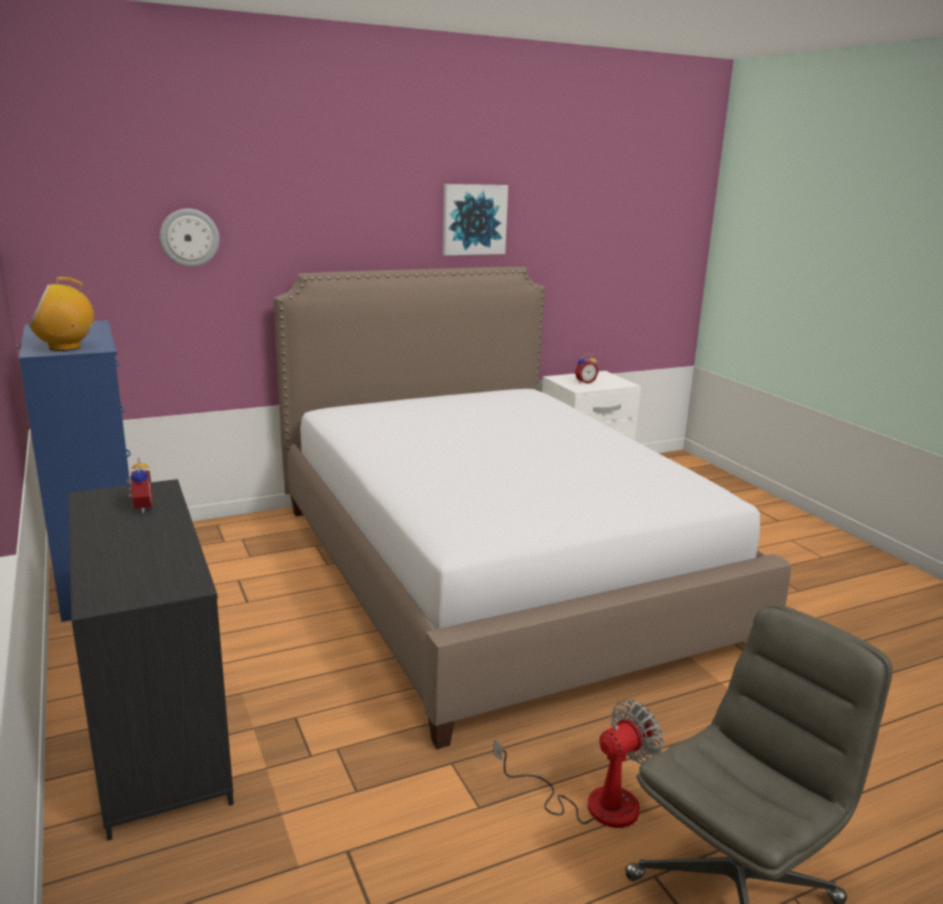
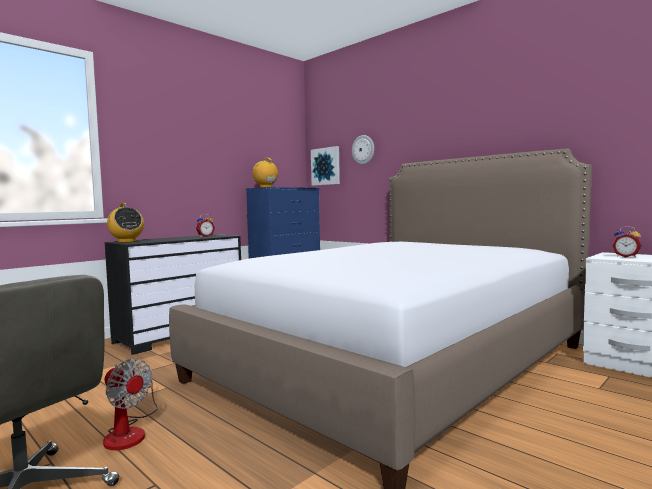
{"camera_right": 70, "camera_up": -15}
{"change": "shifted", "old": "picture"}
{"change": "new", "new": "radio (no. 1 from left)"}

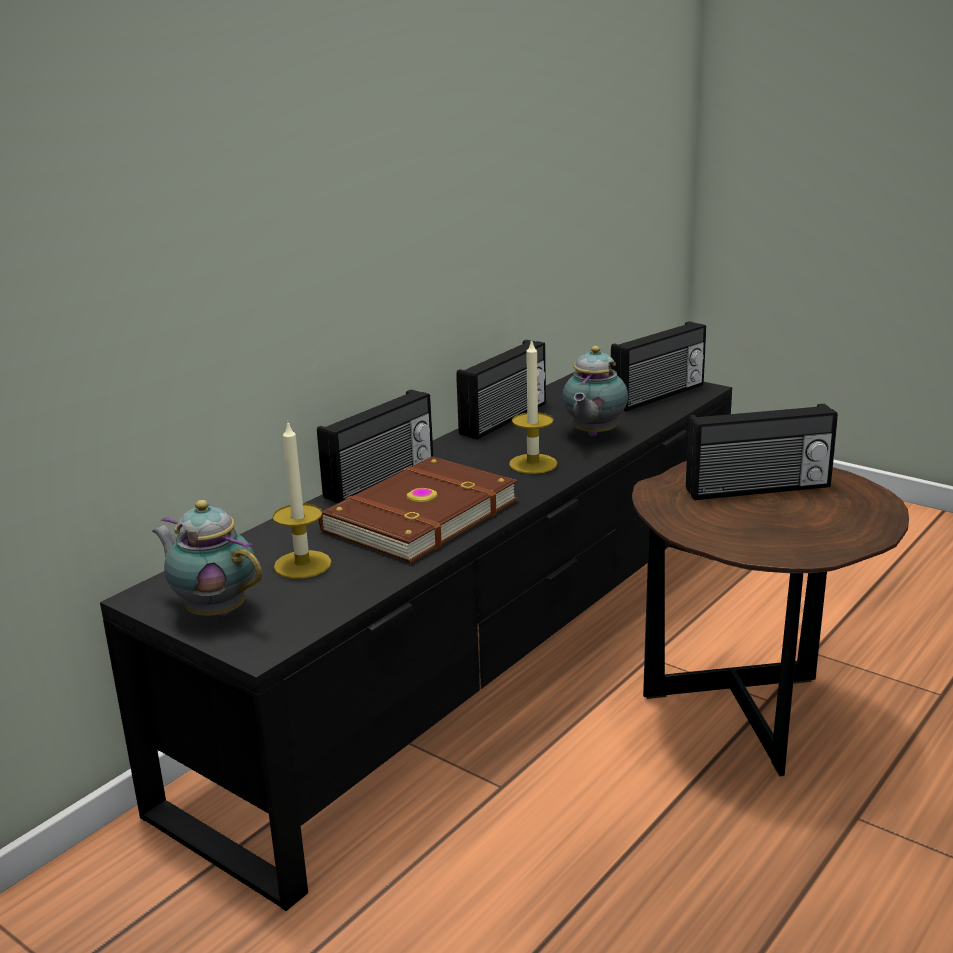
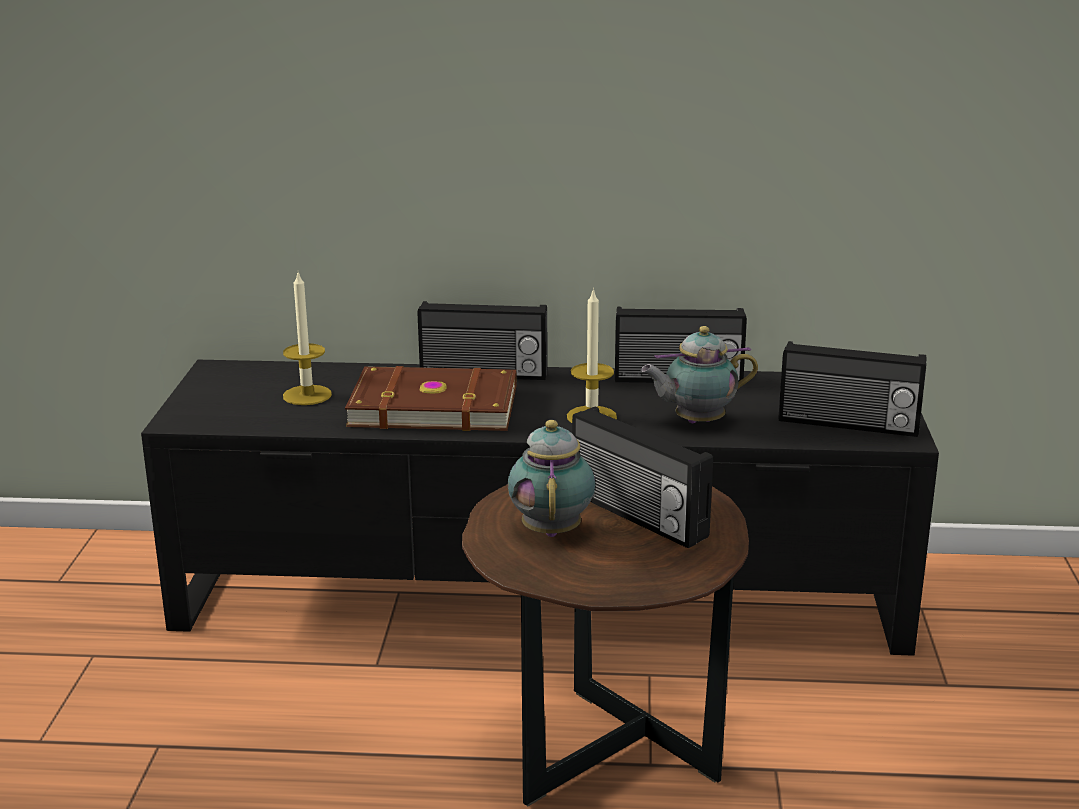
{"camera_right": 55, "camera_up": 0}
{"change": "shifted", "old": "teapot (no. 1 from left)"}

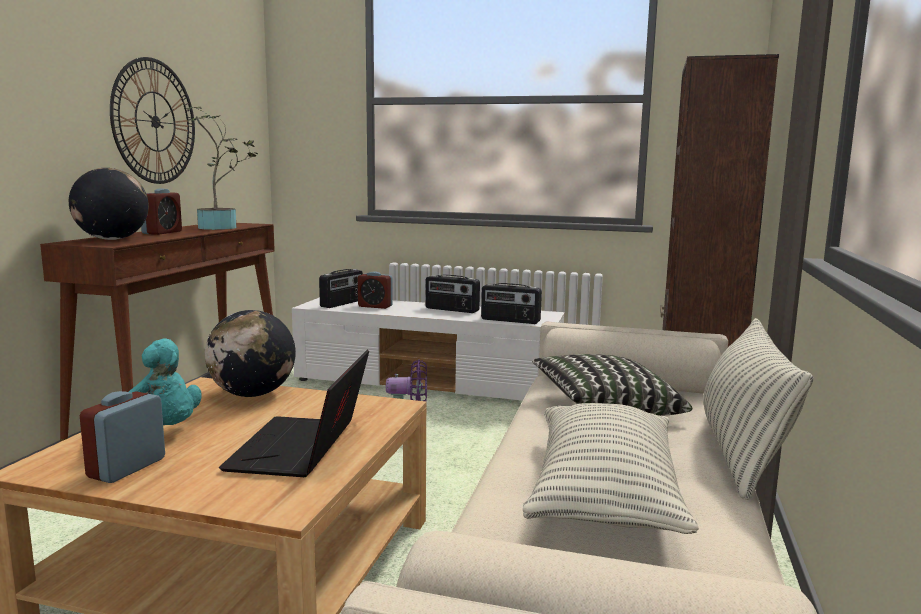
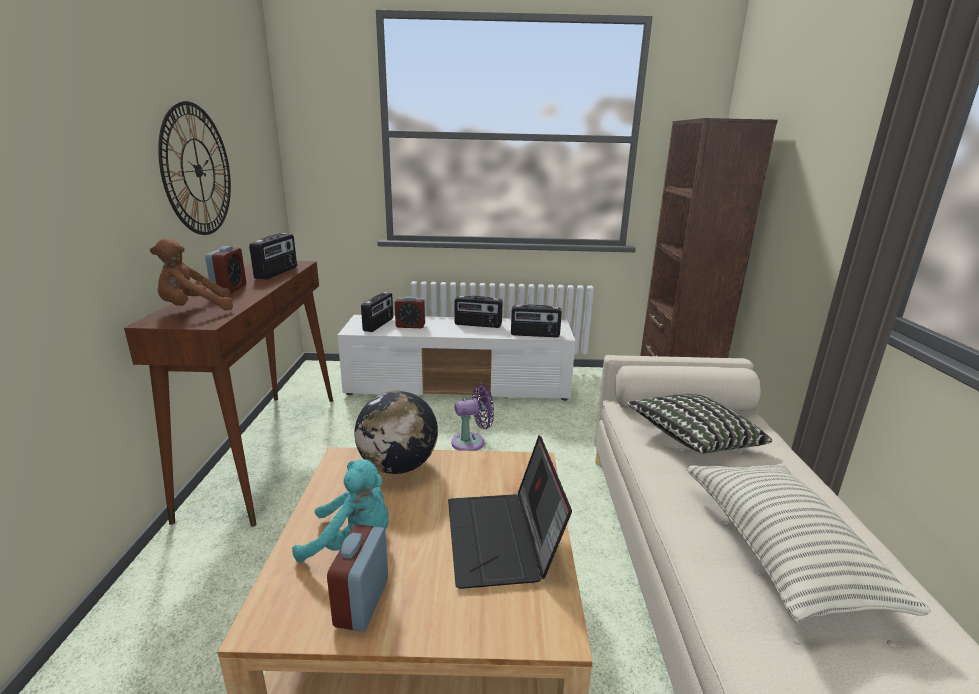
{"camera_right": -15, "camera_up": 10}
{"change": "swapped", "old": "globe (no. 1 from left)", "new": "plush toy in brown"}
{"change": "swapped", "old": "potted plant", "new": "radio (no. 1 from left)"}
{"change": "gone", "old": "pillow (no. 3 from left)"}

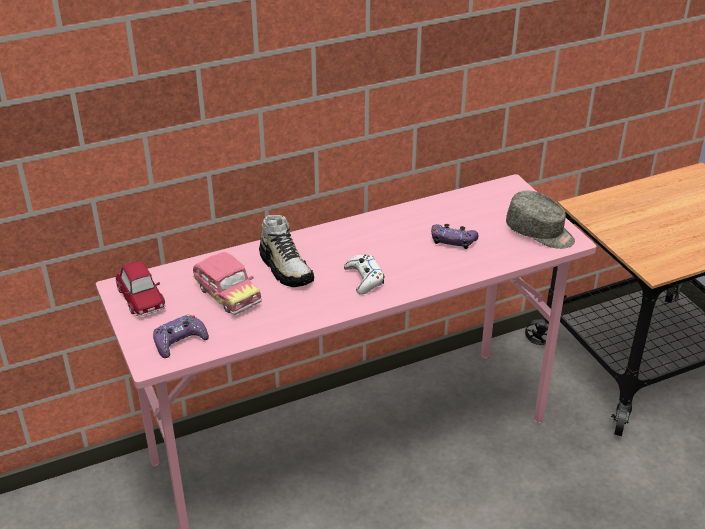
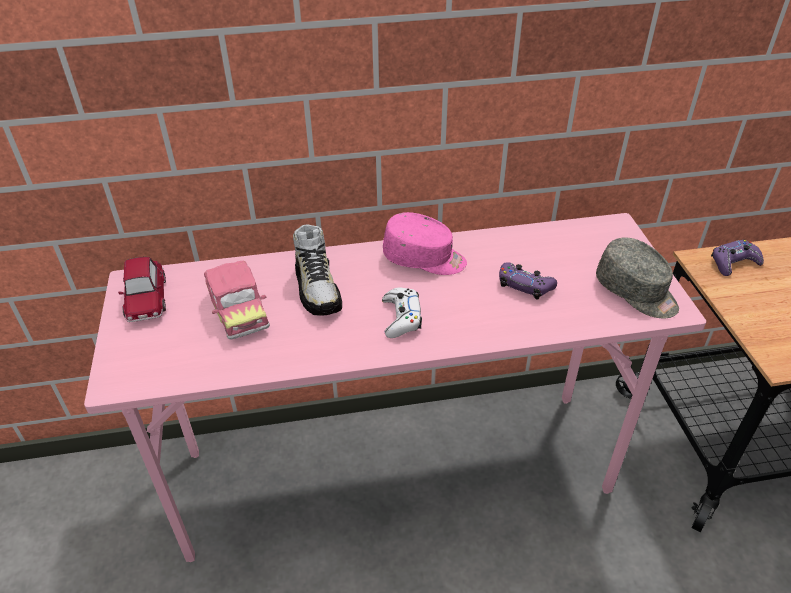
{"camera_right": 15, "camera_up": 5}
{"change": "shifted", "old": "game controller in purple (no. 1 from left in the first image)", "new": "game controller in purple (no. 2 from left)"}
{"change": "new", "new": "cap in pink"}

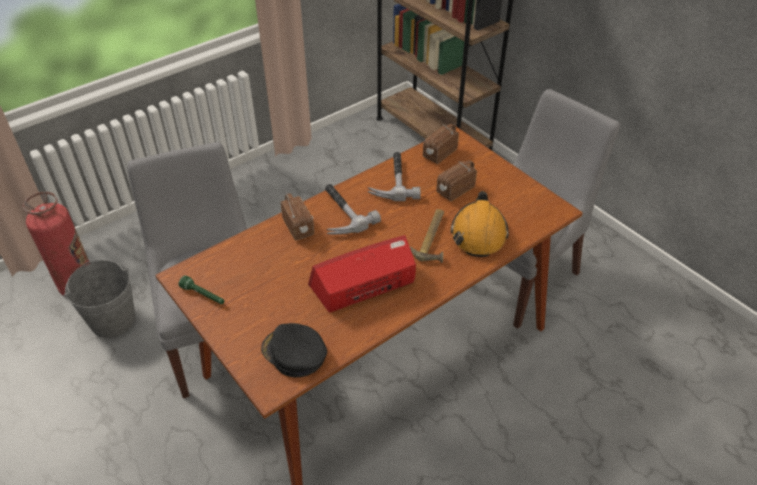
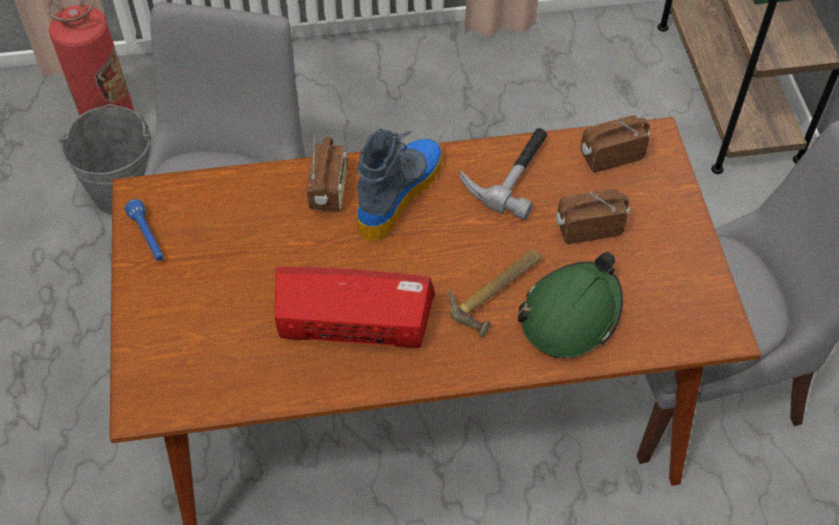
{"camera_right": 30, "camera_up": 10}
{"change": "repainted", "old": "flashlight in green", "new": "flashlight in blue"}
{"change": "gone", "old": "cap in black"}
{"change": "swapped", "old": "hammer (no. 1 from left)", "new": "boot"}
{"change": "repainted", "old": "hard hat in orange", "new": "hard hat in green"}

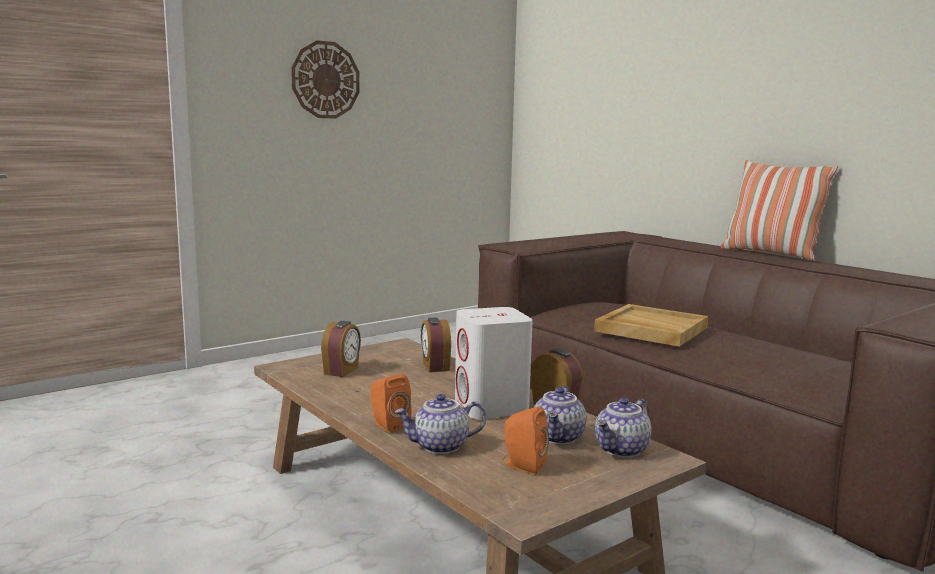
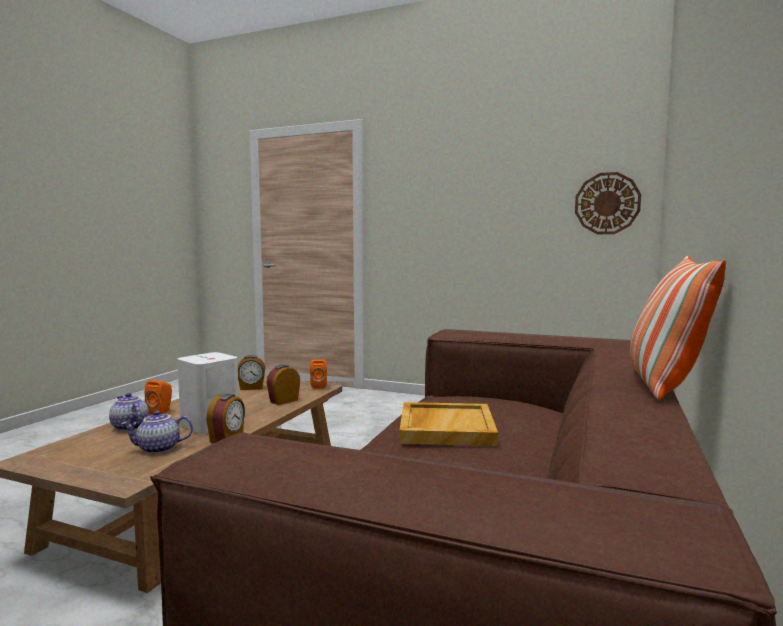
{"camera_right": 60, "camera_up": -5}
{"change": "shifted", "old": "wall clock"}
{"change": "shifted", "old": "speaker in orange (no. 2 from left)"}
{"change": "gone", "old": "teapot (no. 3 from left)"}

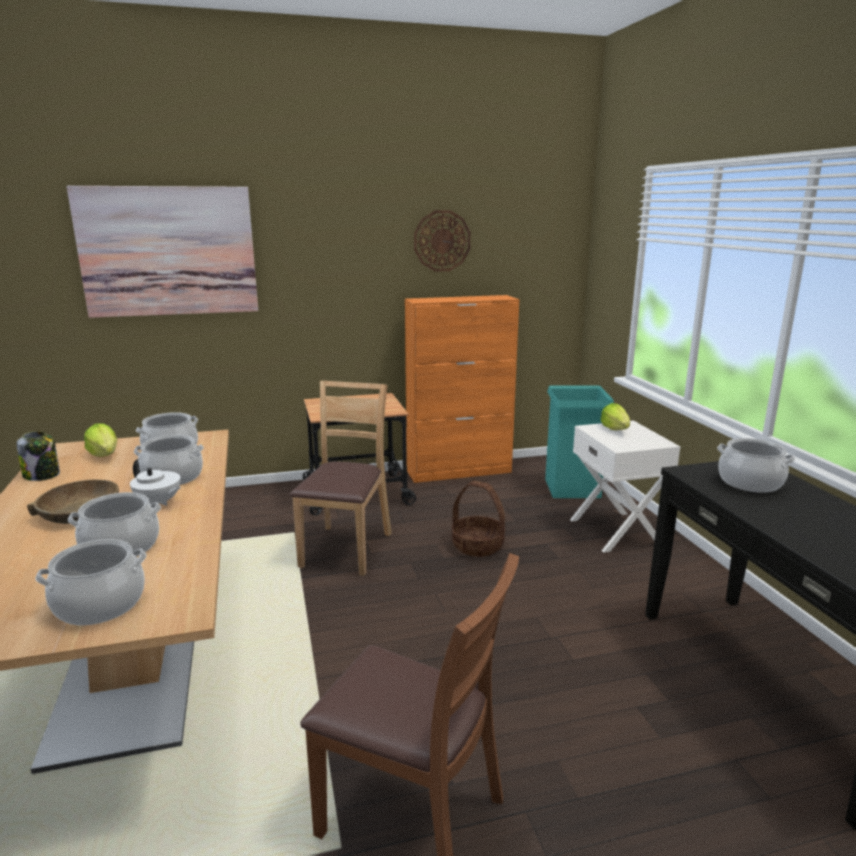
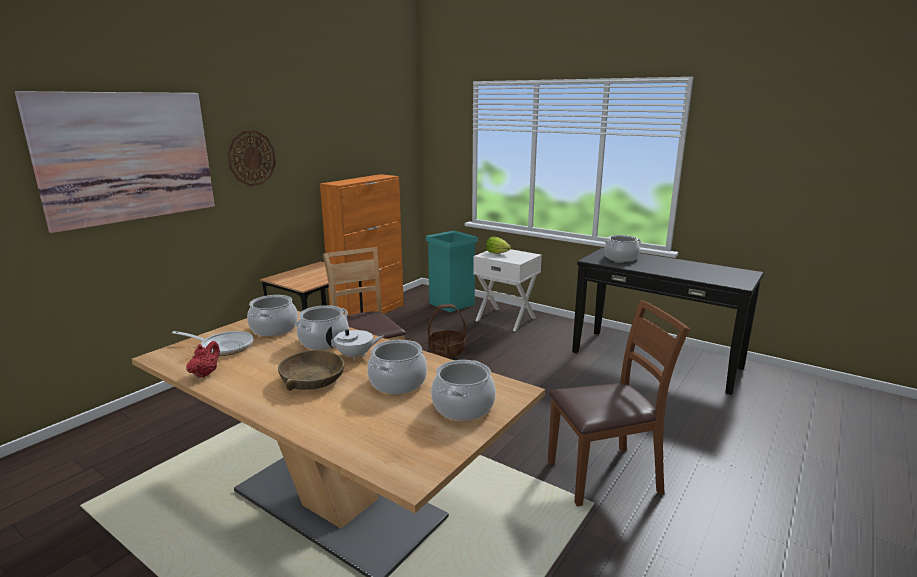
{"camera_right": -40, "camera_up": 0}
{"change": "swapped", "old": "jar", "new": "teapot in red"}
{"change": "swapped", "old": "lettuce (no. 1 from left)", "new": "frying pan"}
{"change": "shifted", "old": "wall clock"}

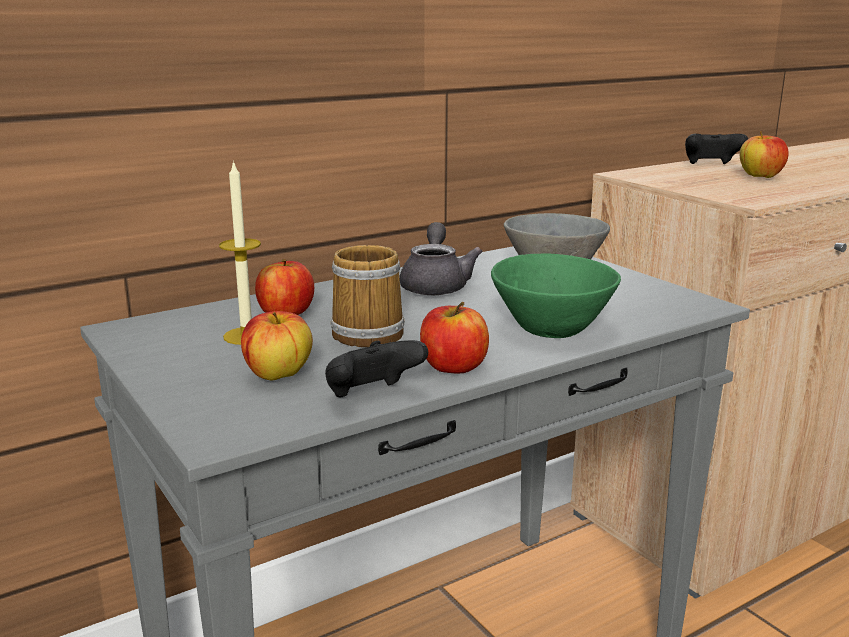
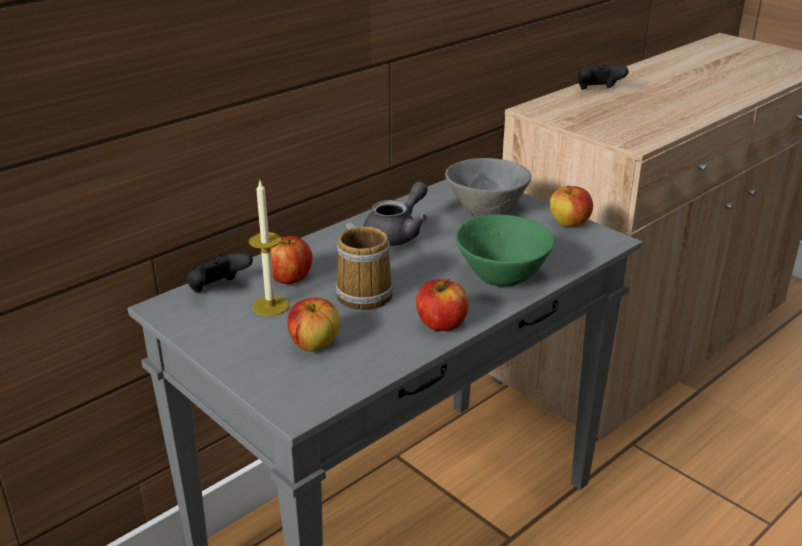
{"camera_right": -10, "camera_up": 10}
{"change": "shifted", "old": "game controller in black (no. 1 from left)"}
{"change": "rotated", "old": "teapot in grey", "degrees": 45}
{"change": "shifted", "old": "apple (no. 4 from left)"}

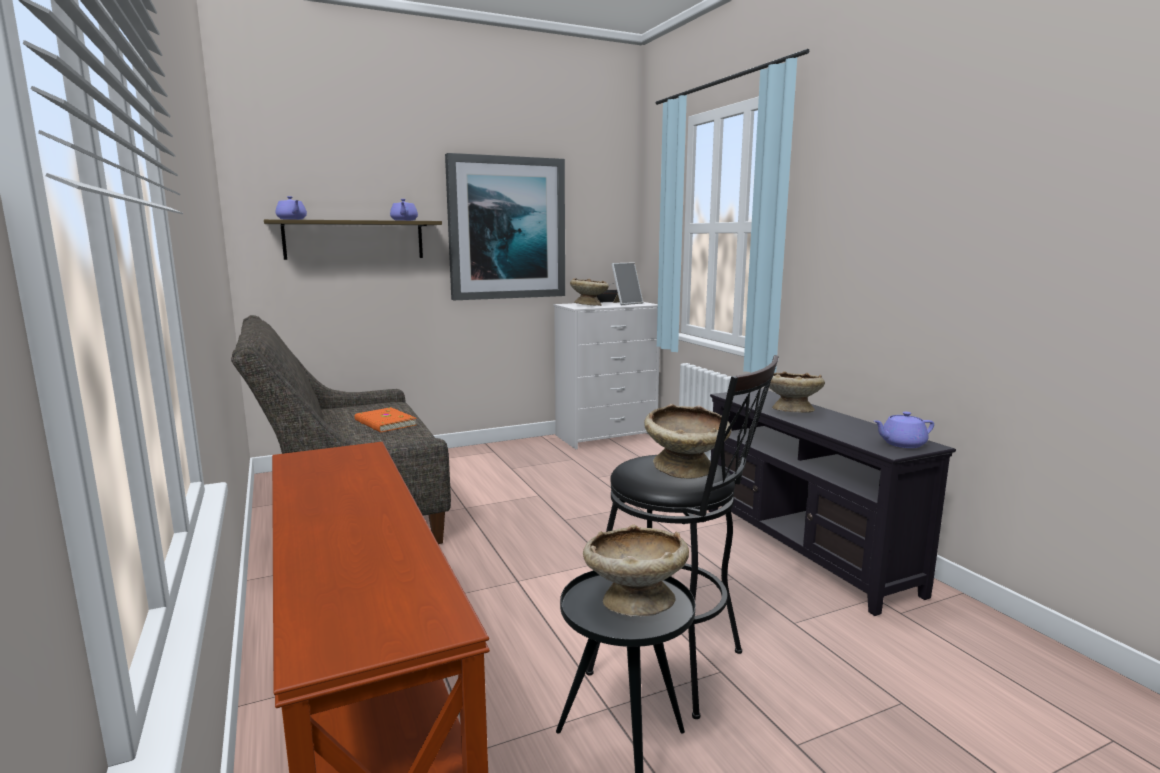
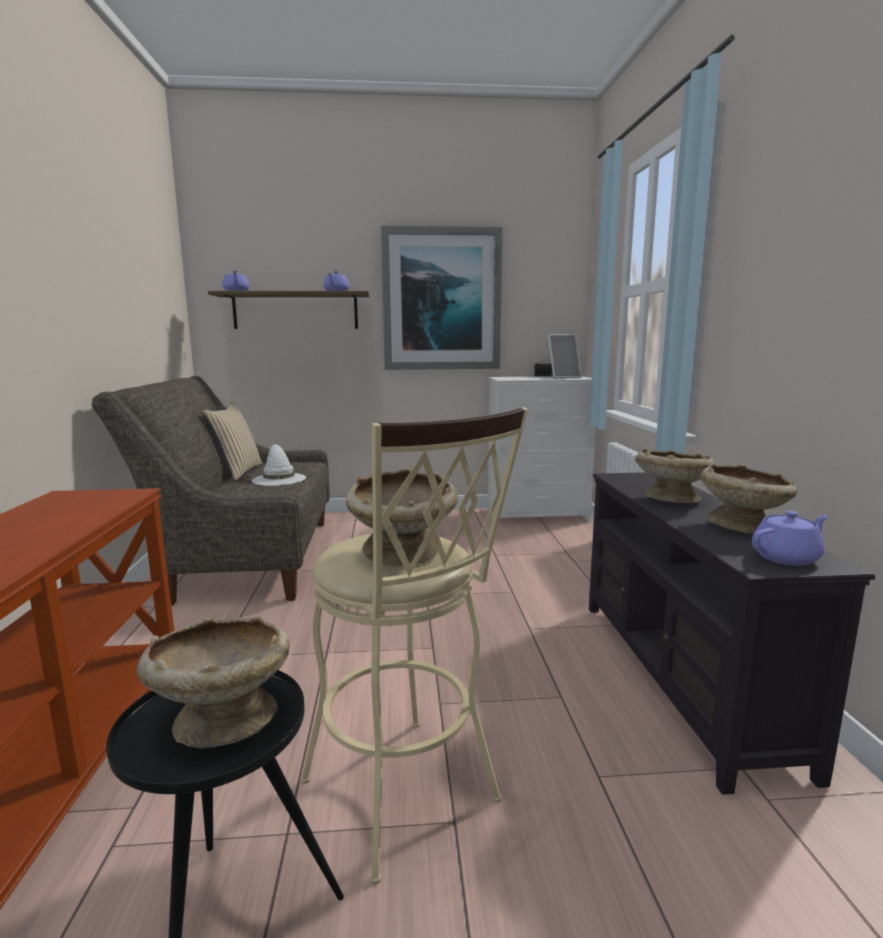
{"camera_right": 20, "camera_up": 0}
{"change": "swapped", "old": "book in orange", "new": "hat in white"}
{"change": "shifted", "old": "bowl in beige (no. 1 from left in the first image)", "new": "bowl in beige (no. 4 from left)"}
{"change": "repainted", "old": "stool in black", "new": "stool in beige"}
{"change": "rotated", "old": "teapot in purple (no. 3 from left)", "degrees": 150}
{"change": "new", "new": "pillow in beige"}

